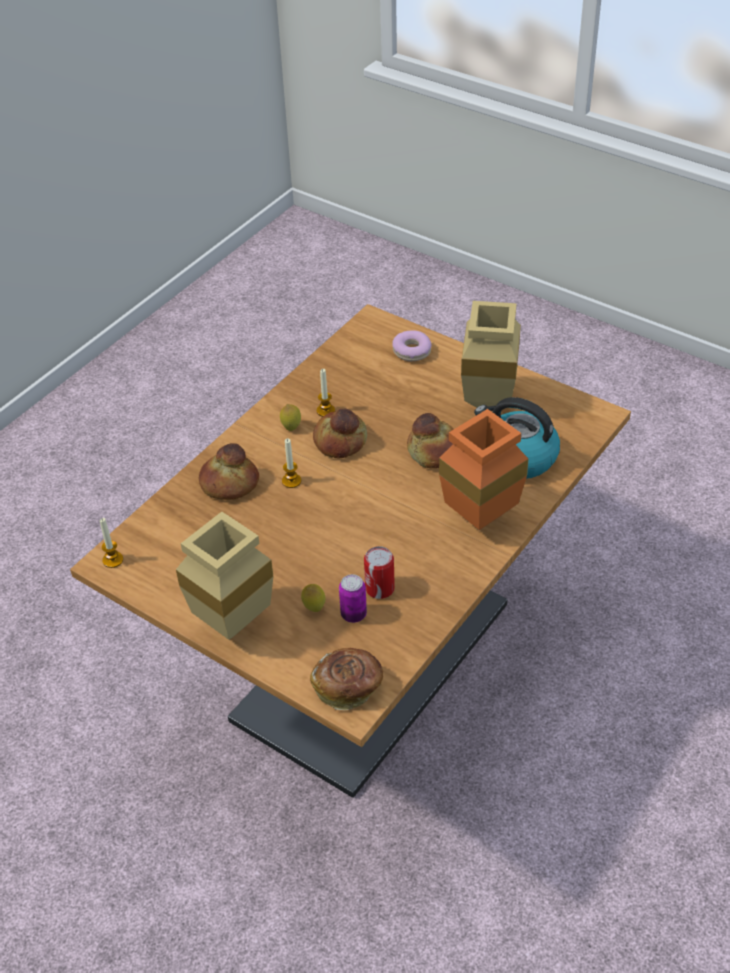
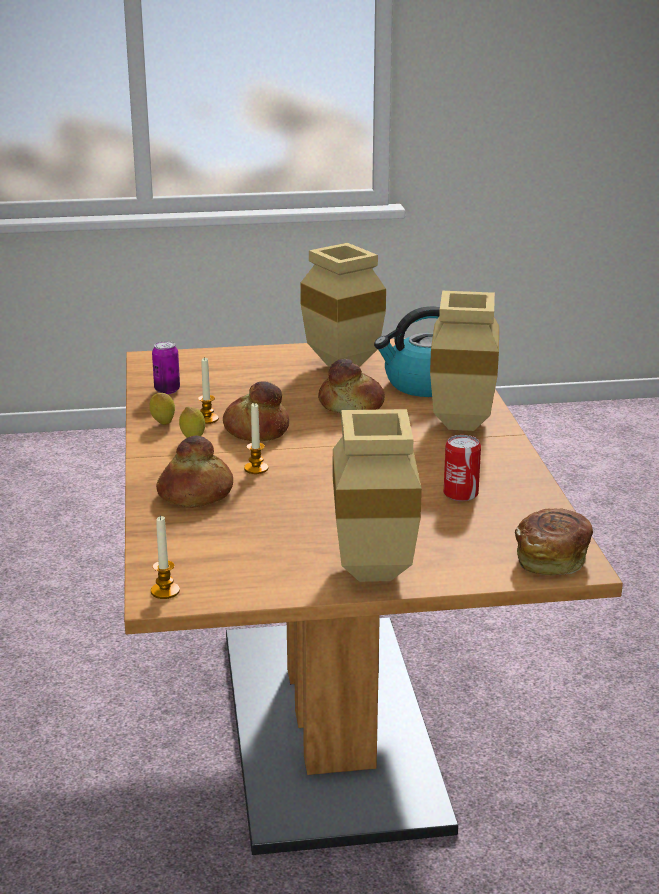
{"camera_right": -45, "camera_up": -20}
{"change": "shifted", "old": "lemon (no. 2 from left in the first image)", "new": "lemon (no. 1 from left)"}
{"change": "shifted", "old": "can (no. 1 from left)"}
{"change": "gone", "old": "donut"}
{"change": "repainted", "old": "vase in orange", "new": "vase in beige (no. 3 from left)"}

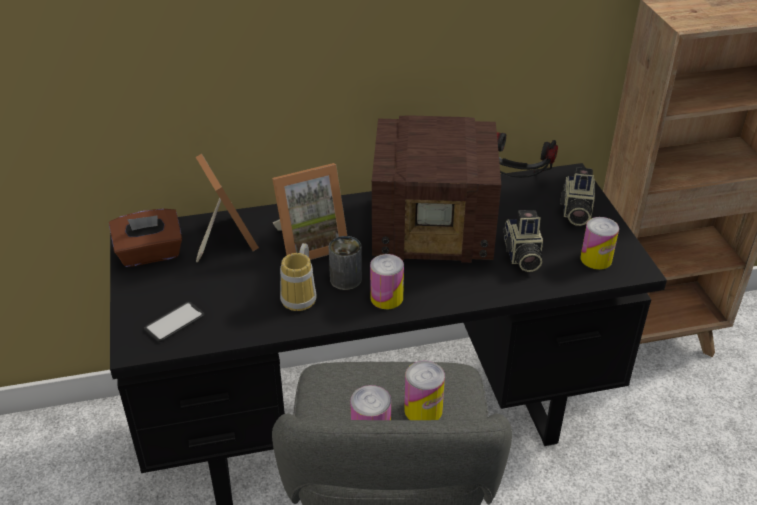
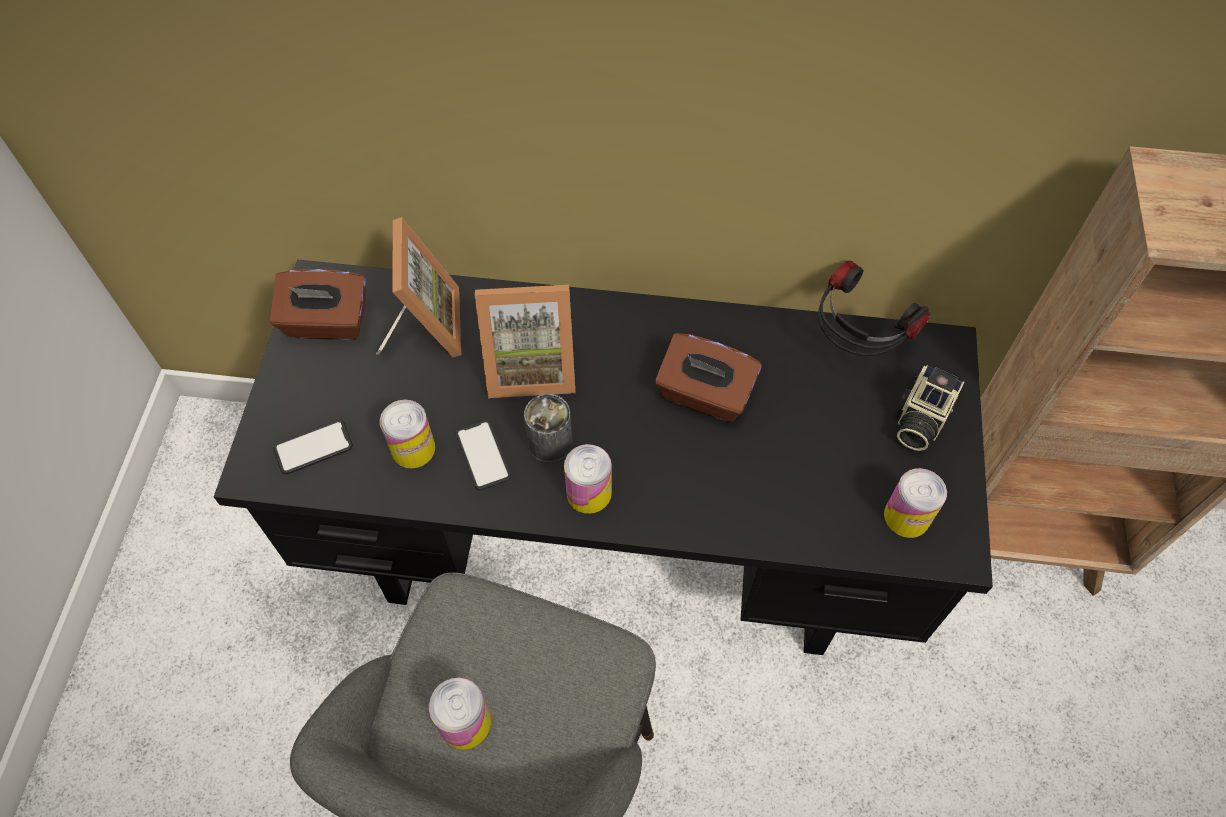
{"camera_right": 20, "camera_up": 20}
{"change": "swapped", "old": "mug", "new": "phone (no. 2 from left)"}
{"change": "swapped", "old": "radio", "new": "tissue box in brown (no. 2 from left)"}
{"change": "shifted", "old": "can (no. 4 from left in the first image)", "new": "can (no. 1 from left)"}
{"change": "gone", "old": "photo camera (no. 1 from left)"}

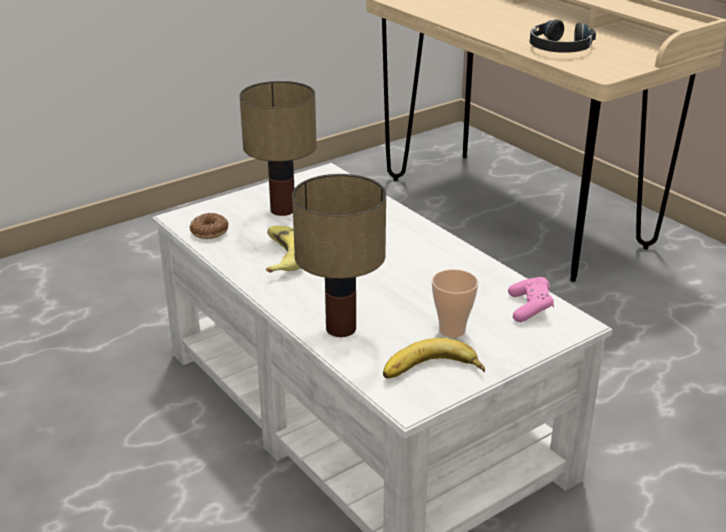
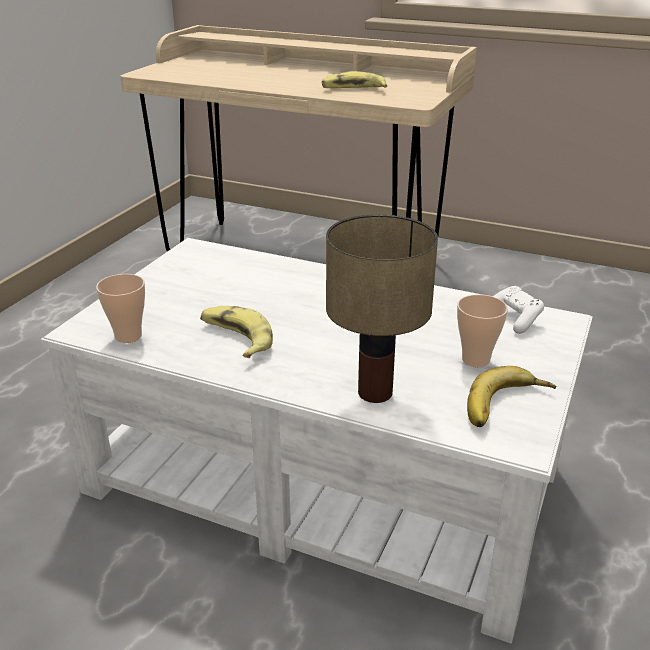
{"camera_right": -30, "camera_up": 0}
{"change": "swapped", "old": "donut", "new": "cup (no. 1 from left)"}
{"change": "gone", "old": "table lamp (no. 1 from left)"}
{"change": "repainted", "old": "game controller in pink", "new": "game controller in white"}
{"change": "swapped", "old": "headphones in black", "new": "banana (no. 2 from left)"}

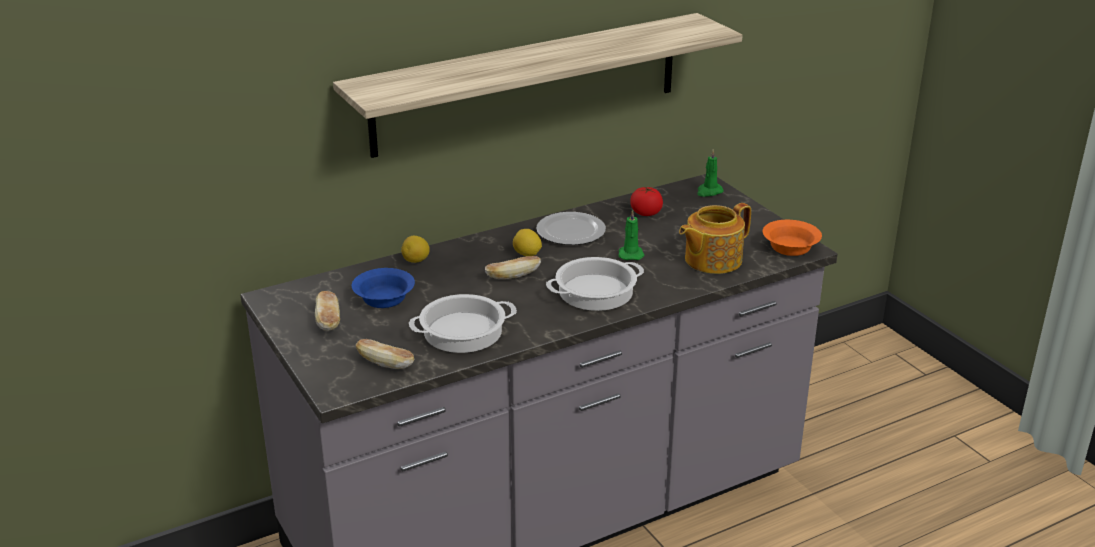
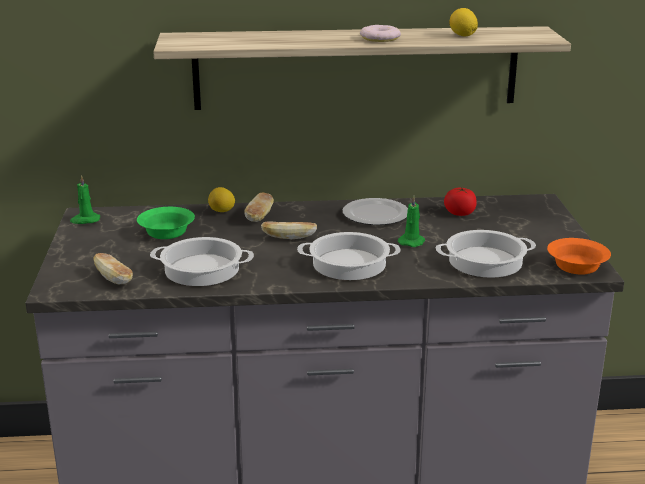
{"camera_right": 25, "camera_up": -5}
{"change": "shifted", "old": "bread (no. 1 from left in the first image)", "new": "bread (no. 2 from left)"}
{"change": "repainted", "old": "bowl in blue", "new": "bowl in green"}
{"change": "shifted", "old": "lemon (no. 2 from left)"}
{"change": "swapped", "old": "teapot", "new": "cooking pot (no. 3 from left)"}
{"change": "shifted", "old": "candle in green (no. 2 from left in the first image)", "new": "candle in green (no. 1 from left)"}
{"change": "new", "new": "donut"}

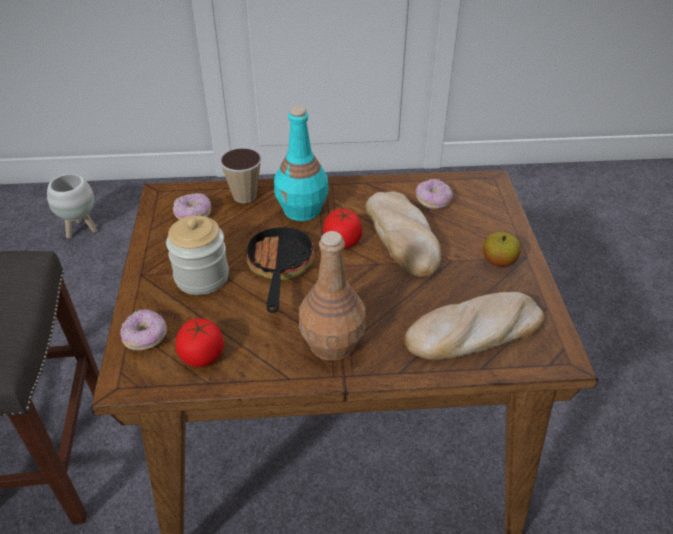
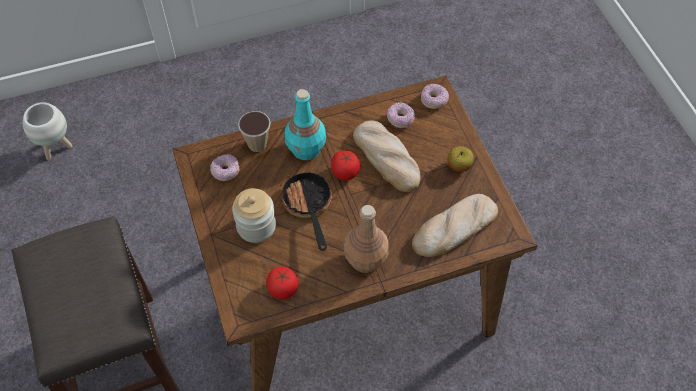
{"camera_right": -15, "camera_up": 15}
{"change": "shifted", "old": "donut (no. 1 from left in the first image)", "new": "donut (no. 3 from left)"}

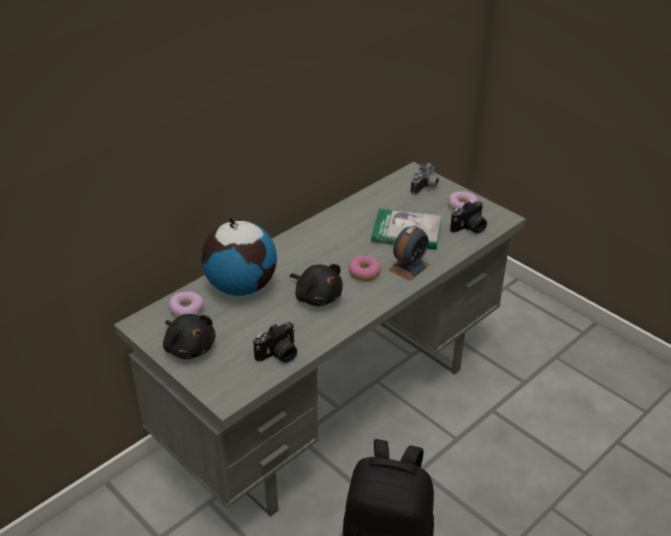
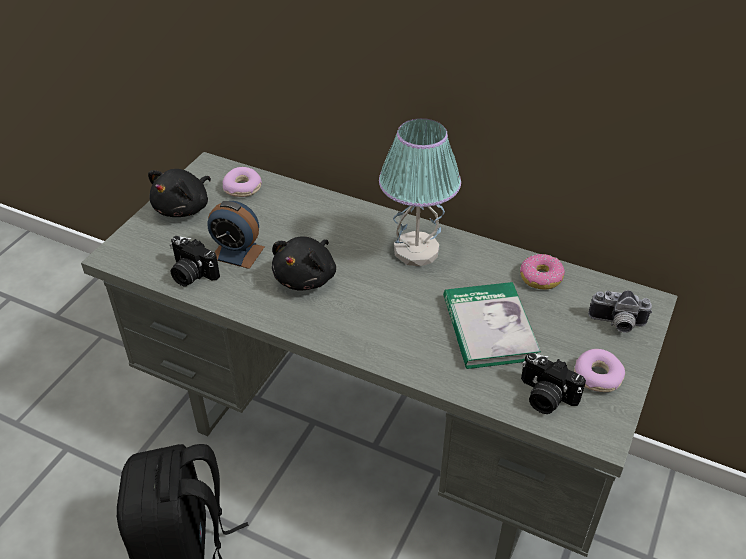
{"camera_right": 70, "camera_up": 5}
{"change": "gone", "old": "globe"}
{"change": "shifted", "old": "donut (no. 2 from left)"}
{"change": "shifted", "old": "alarm clock"}
{"change": "new", "new": "table lamp"}

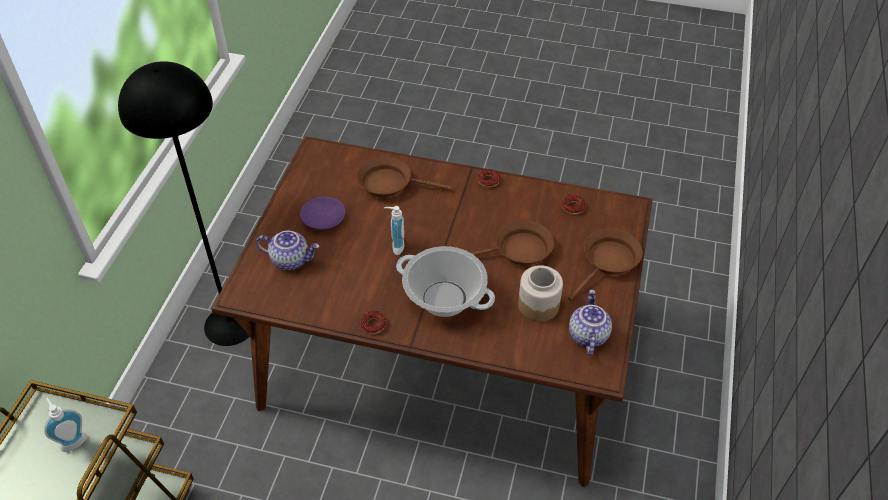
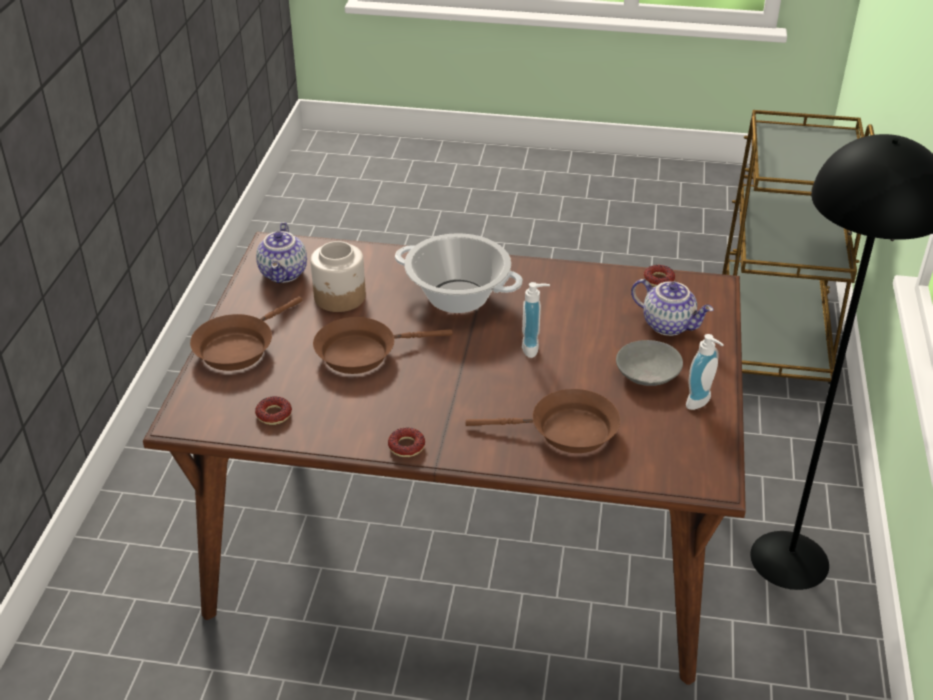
{"camera_right": 175, "camera_up": -10}
{"change": "shifted", "old": "soap dispenser (no. 1 from left in the first image)", "new": "soap dispenser (no. 2 from left)"}
{"change": "rotated", "old": "teapot (no. 1 from left in the first image)", "degrees": -150}
{"change": "repainted", "old": "bowl in purple", "new": "bowl in grey"}
{"change": "shifted", "old": "donut (no. 1 from left in the first image)", "new": "donut (no. 3 from left)"}

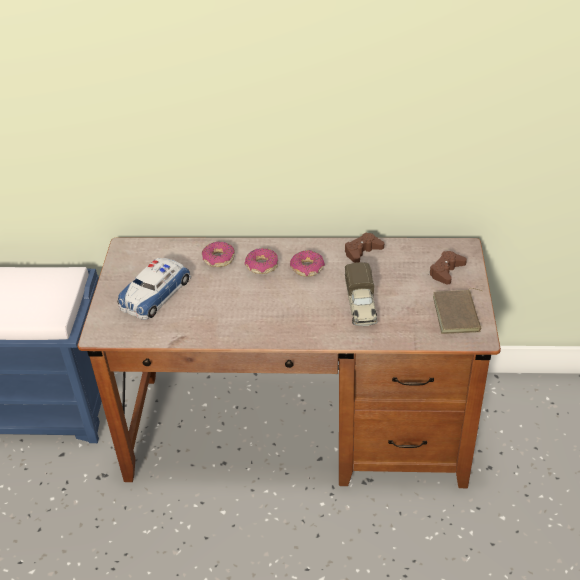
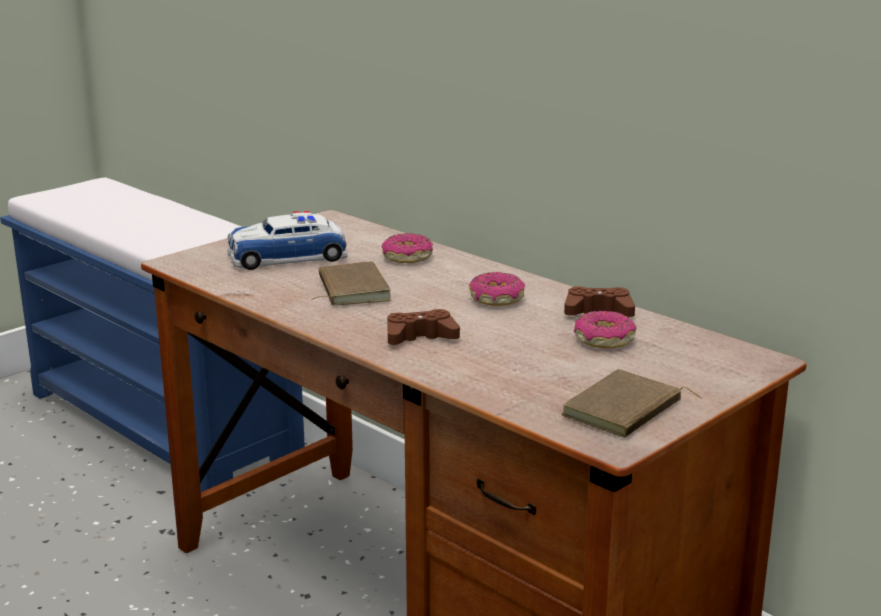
{"camera_right": 40, "camera_up": -20}
{"change": "shifted", "old": "donut (no. 2 from left in the first image)", "new": "donut (no. 3 from left)"}
{"change": "gone", "old": "toy truck"}
{"change": "shifted", "old": "game controller in brown (no. 2 from left in the first image)", "new": "game controller in brown (no. 1 from left)"}
{"change": "new", "new": "book in brown (no. 1 from left)"}

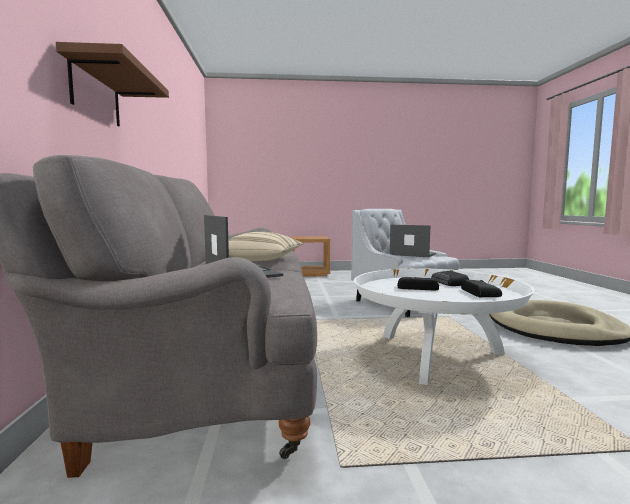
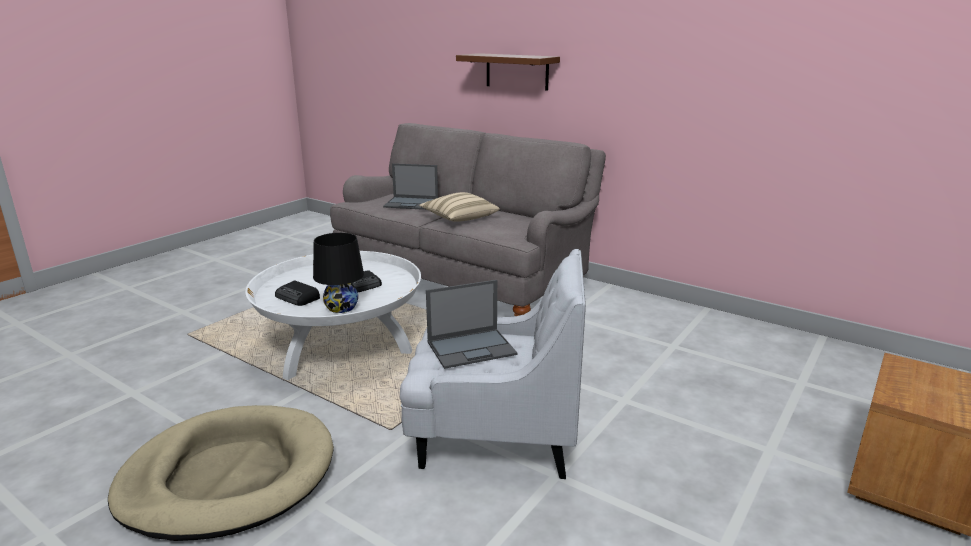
{"camera_right": 130, "camera_up": 15}
{"change": "swapped", "old": "radio (no. 2 from left)", "new": "table lamp in black"}

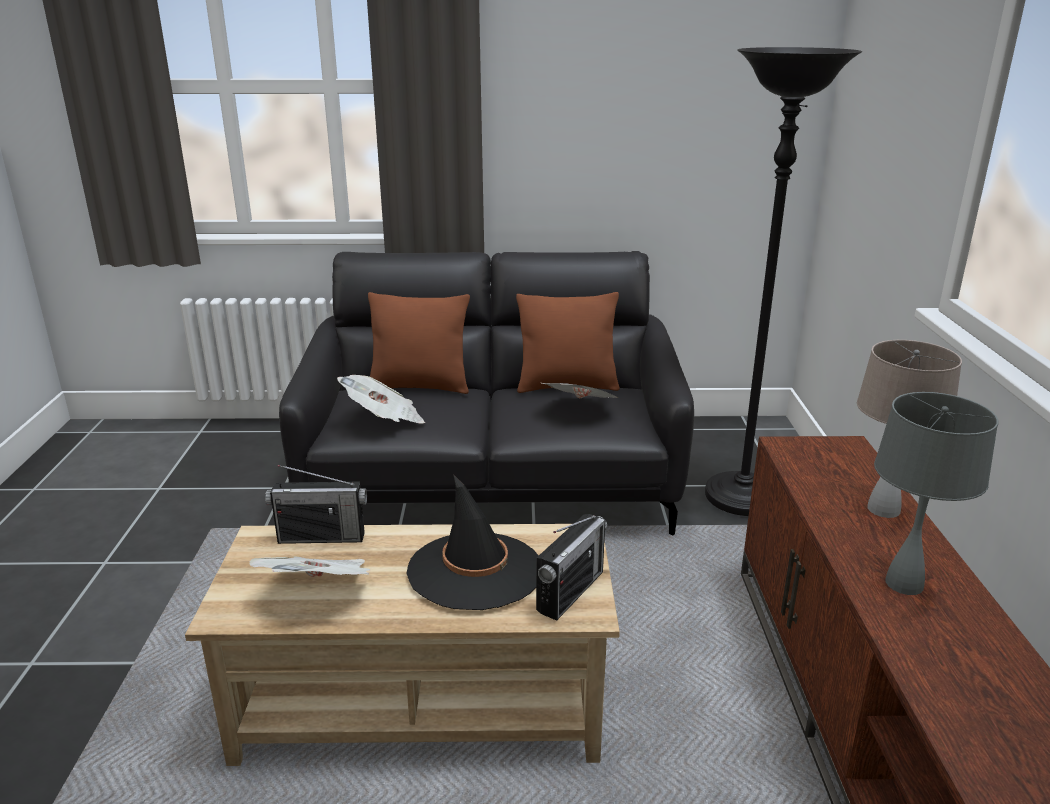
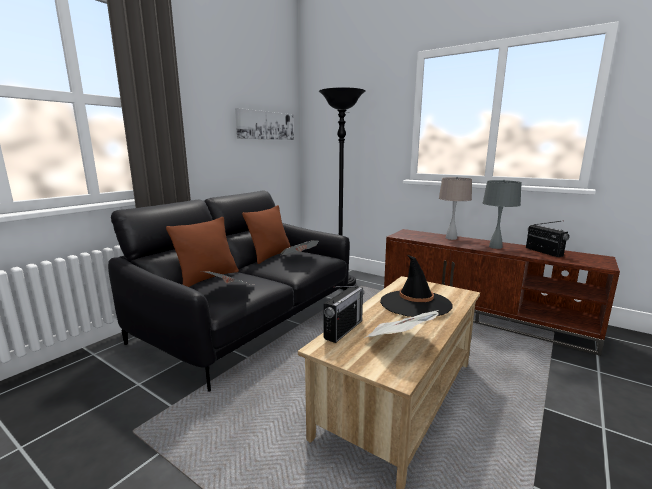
{"camera_right": -55, "camera_up": -10}
{"change": "shifted", "old": "radio (no. 2 from left)"}
{"change": "new", "new": "picture"}

